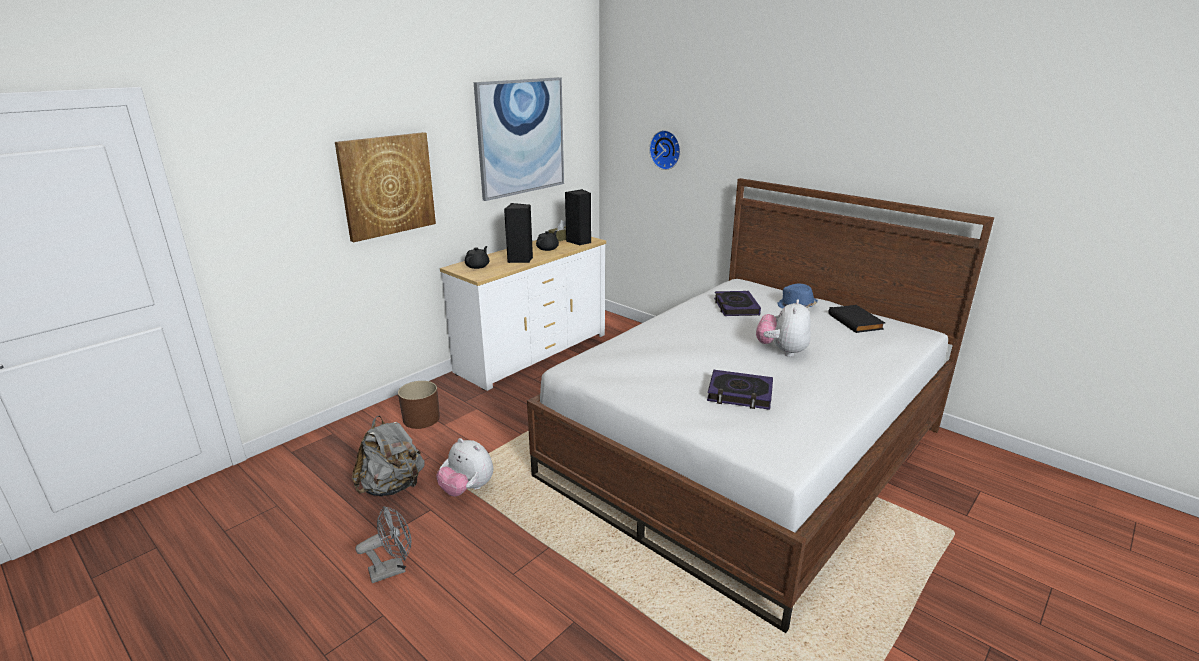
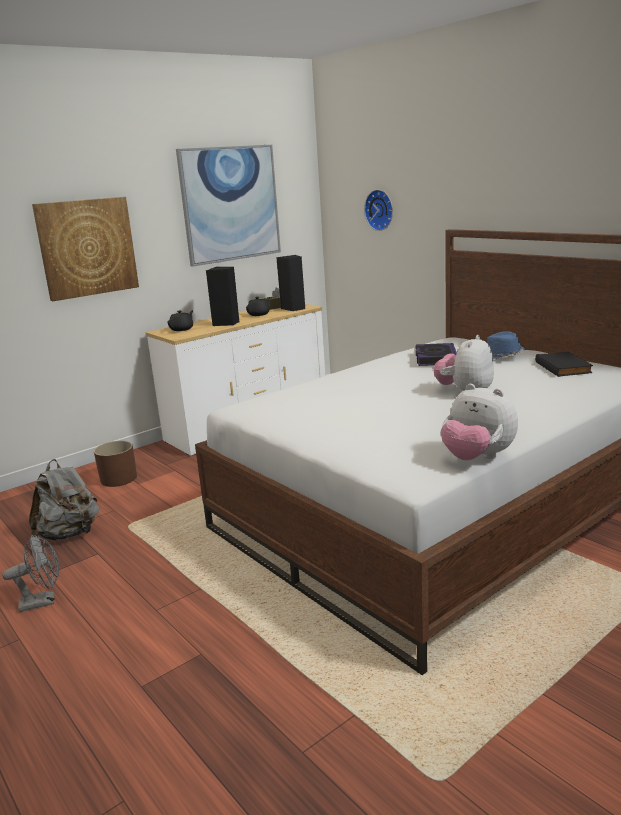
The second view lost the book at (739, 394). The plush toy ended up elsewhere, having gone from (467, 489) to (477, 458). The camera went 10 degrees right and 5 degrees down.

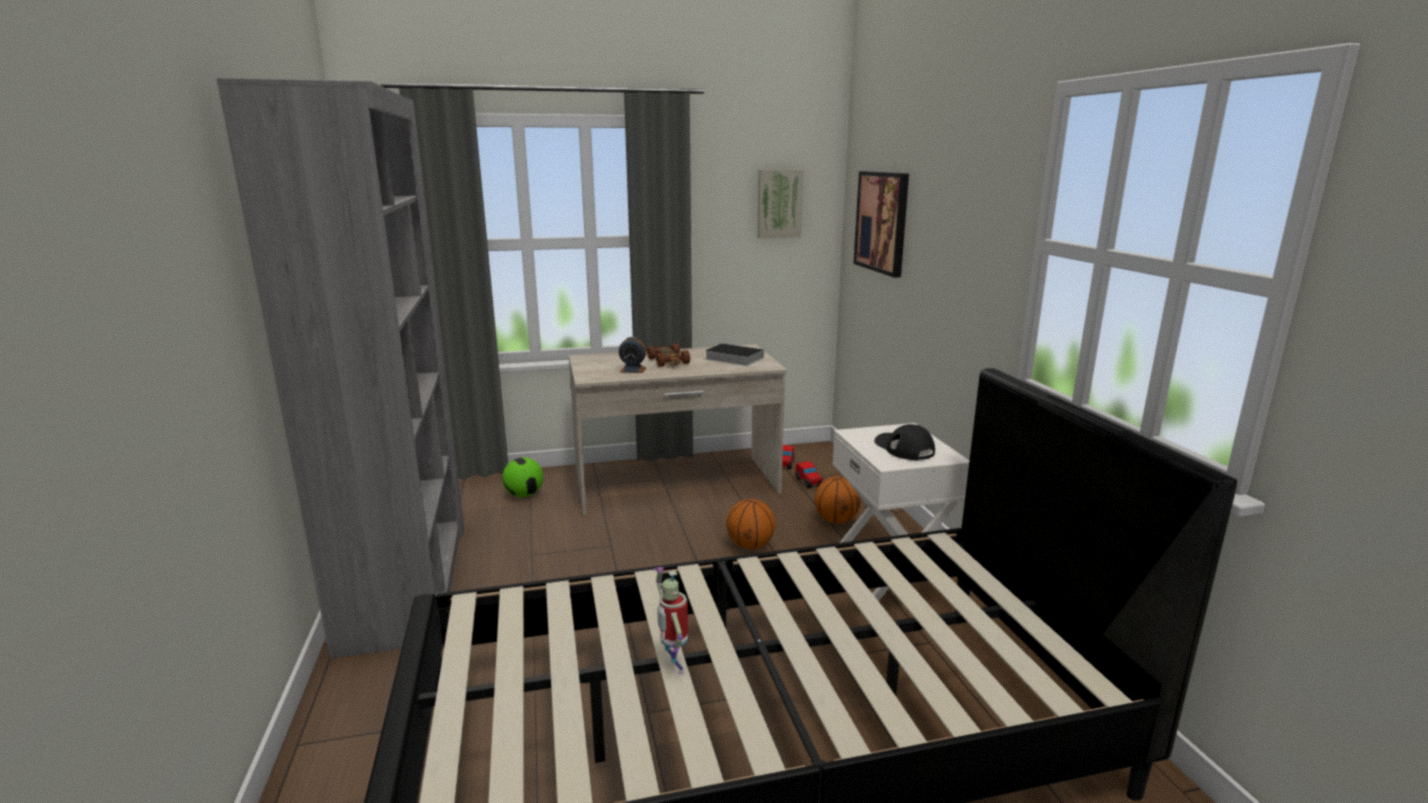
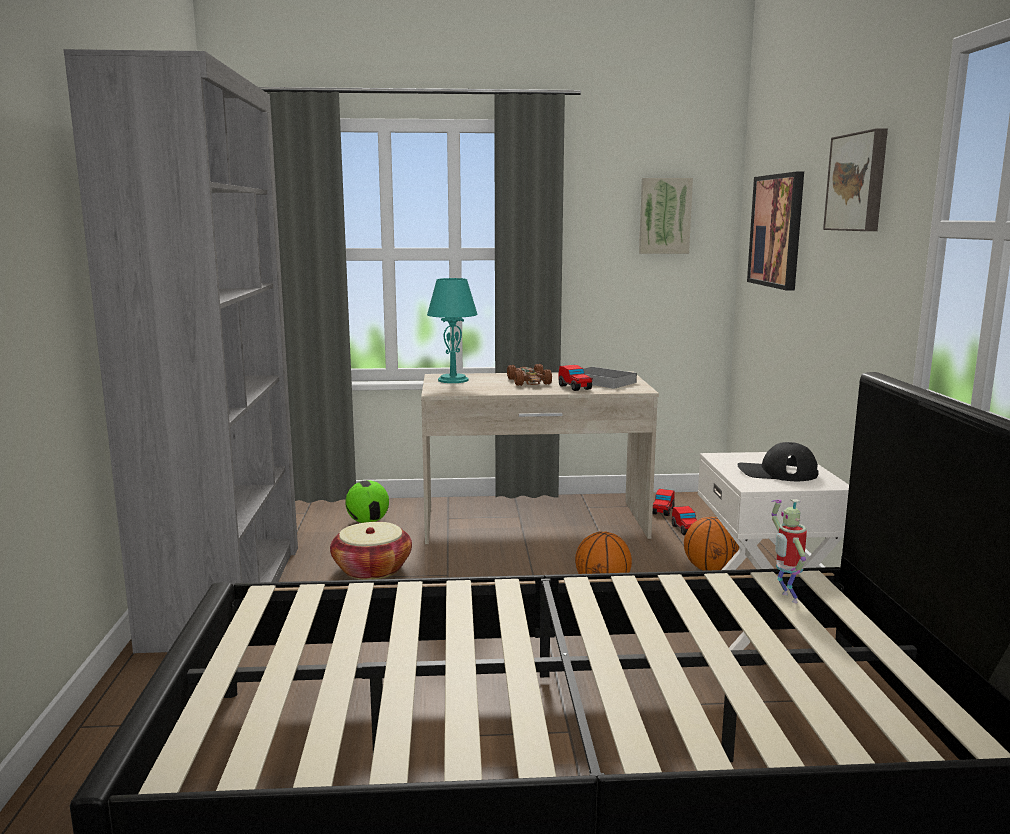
The second view lost the alarm clock at (633, 370). The black cap at (904, 448) ended up facing another way, 60 degrees counterclockwise from before. The toy robot ended up elsewhere, having gone from (673, 667) to (786, 597). The second view gained the picture at (859, 182). The second view gained the turquoise table lamp at (453, 380). The second view gained the toy car at (575, 387). The second view gained the basket at (372, 569). The camera went 10 degrees right and 5 degrees down.

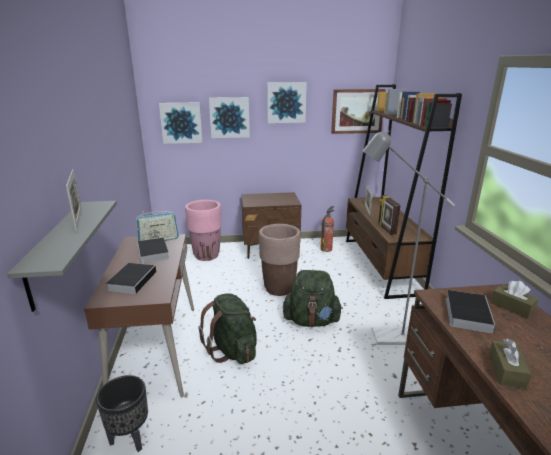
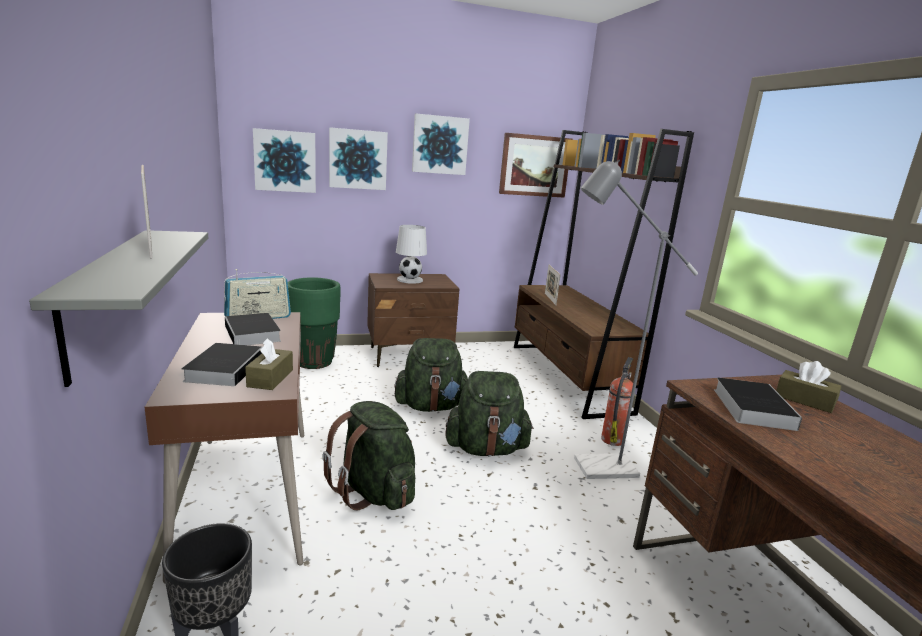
The second view lost the picture frame at (386, 229). What was the pink planter at (206, 255) turned into the green planter at (314, 362). The fire extinguisher ended up elsewhere, having gone from (326, 249) to (612, 439). Where the brown planter stood at (279, 288), the green backpack came to stand at (431, 406). The brown tissue box ended up elsewhere, having gone from (506, 371) to (270, 378). The second view gained the white table lamp at (410, 280). The camera went 10 degrees left and 5 degrees down.

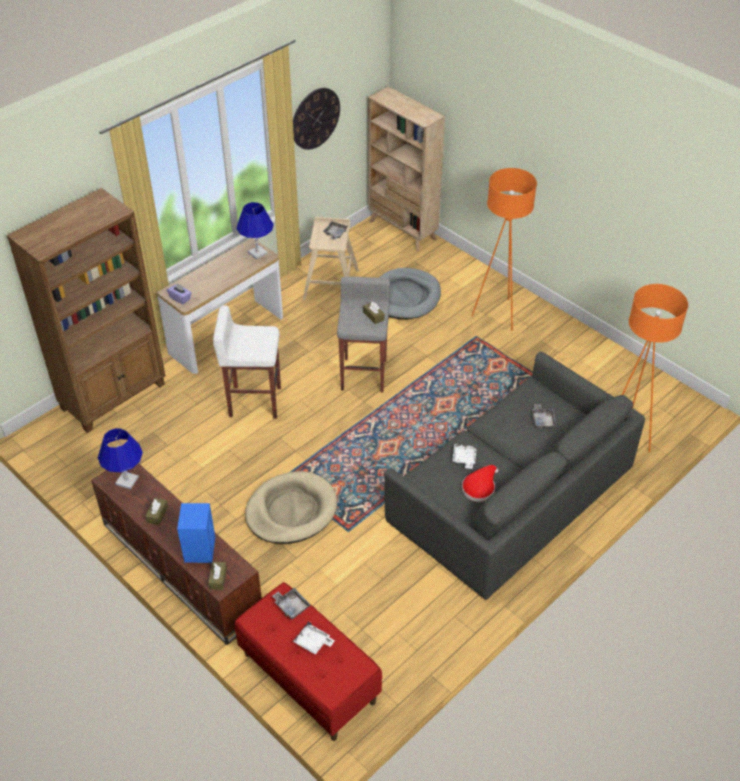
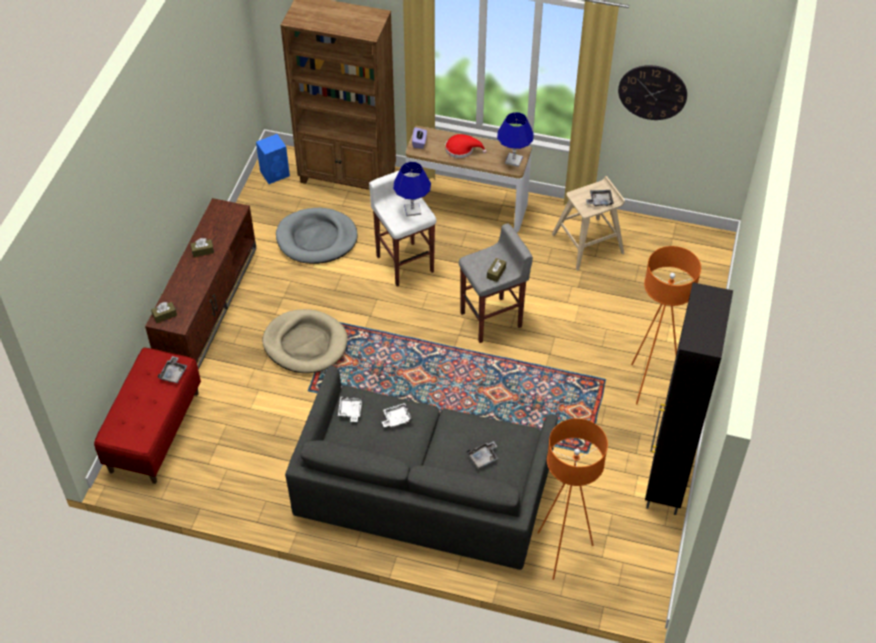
The second view lost the beige bookcase at (402, 230). The grey dog bed ended up elsewhere, having gone from (405, 297) to (317, 239). The blue table lamp ended up elsewhere, having gone from (127, 481) to (412, 210). The red hat ended up elsewhere, having gone from (479, 487) to (462, 149). The blue speaker ended up elsewhere, having gone from (200, 548) to (275, 173). The white tray ended up elsewhere, having gone from (313, 642) to (350, 411). The second view gained the black cabinet at (665, 482). The camera went 60 degrees right and 5 degrees up.

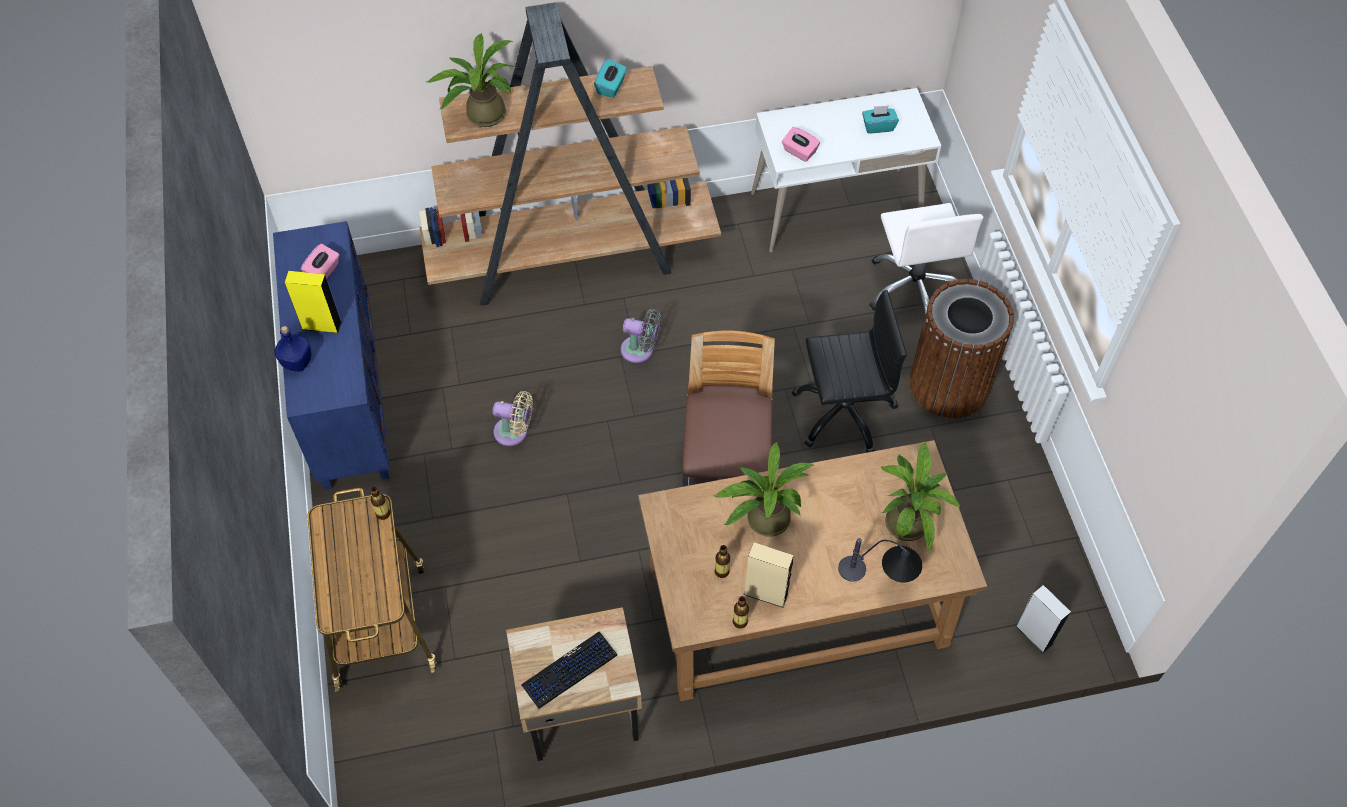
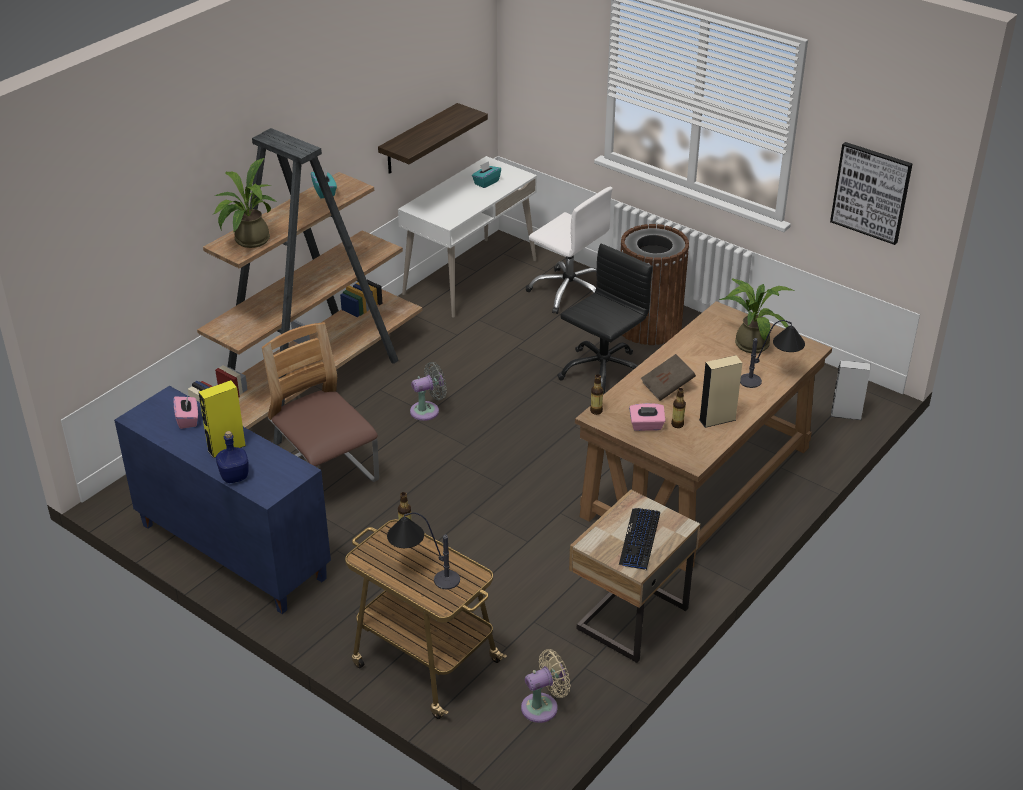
The pink tissue box ended up elsewhere, having gone from (799, 152) to (646, 426). The chair ended up elsewhere, having gone from (725, 468) to (325, 477). The beige fan ended up elsewhere, having gone from (514, 432) to (543, 706). Where the potted plant stood at (762, 518), the brown book came to stand at (667, 387). The bottle ended up elsewhere, having gone from (740, 622) to (596, 411). The second view gained the shelf at (419, 139). The second view gained the picture at (871, 192). The second view gained the table lamp at (422, 573). The camera went 40 degrees left and 20 degrees down.

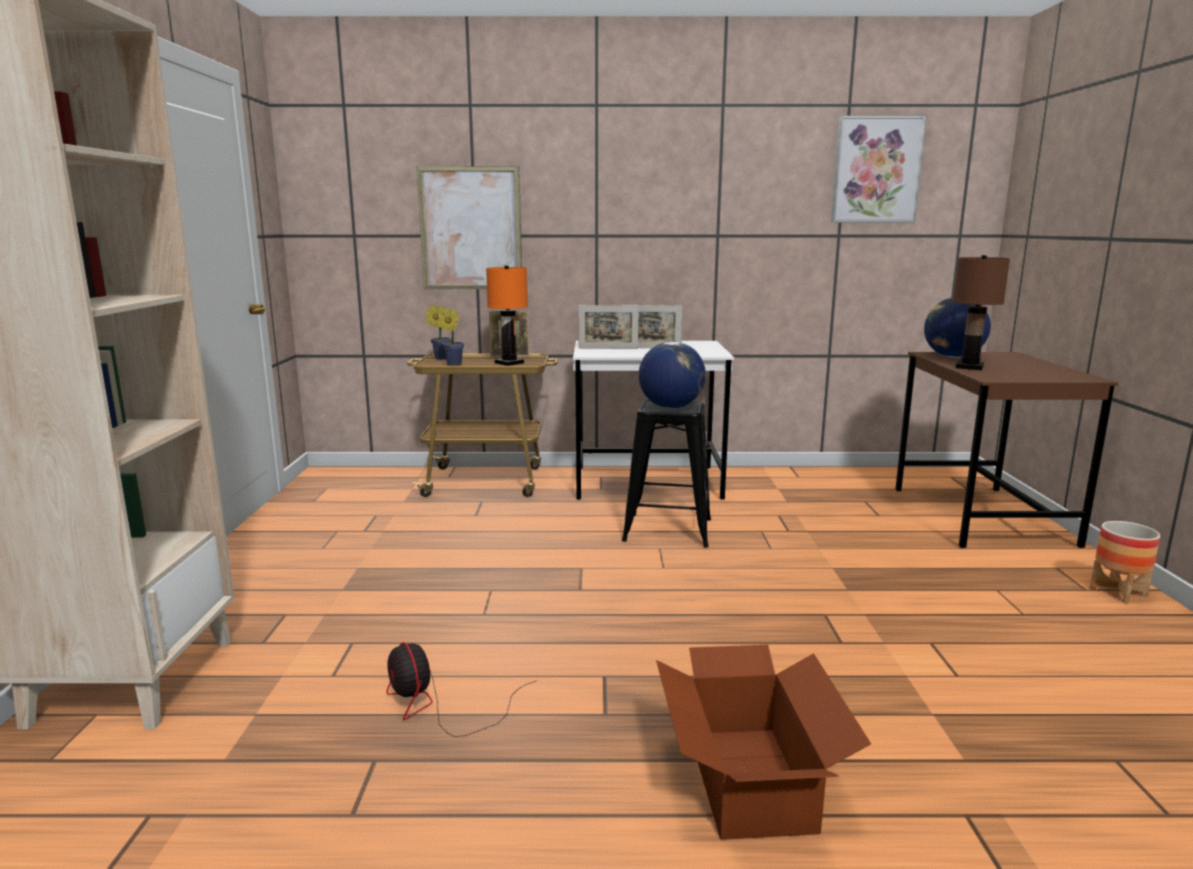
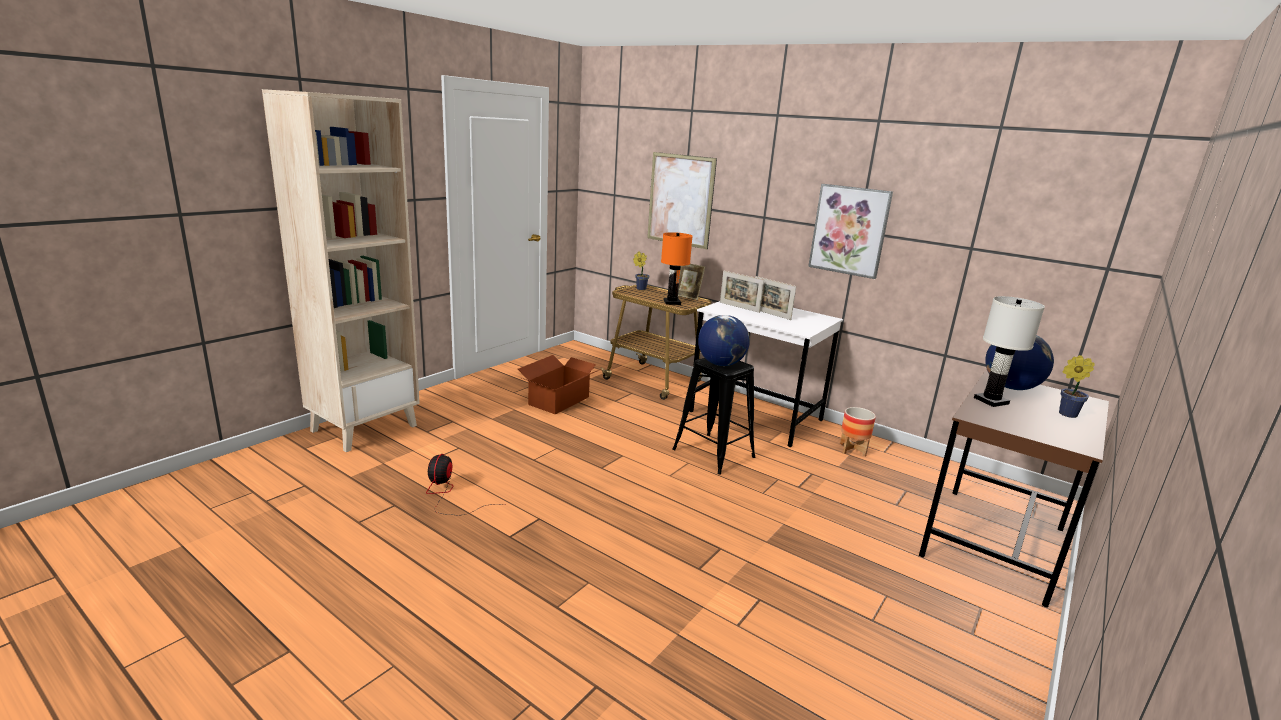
The picture ended up elsewhere, having gone from (876, 170) to (849, 230). What was the brown table lamp at (969, 367) turned into the white table lamp at (991, 400). The potted plant ended up elsewhere, having gone from (452, 364) to (1065, 414). The planter ended up elsewhere, having gone from (1118, 592) to (852, 450). The cardboard box ended up elsewhere, having gone from (747, 781) to (558, 401). The camera went 35 degrees right and 5 degrees up.

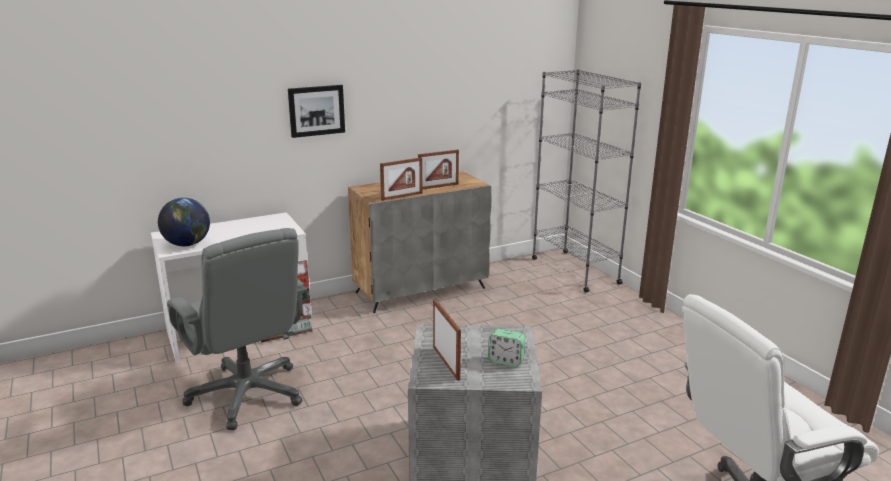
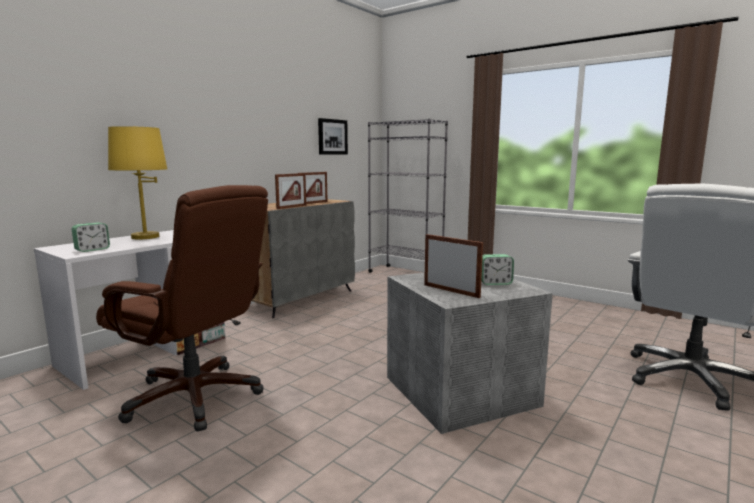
The picture ended up elsewhere, having gone from (316, 110) to (332, 137). Where the globe stood at (187, 244), the alarm clock came to stand at (92, 249). What was the grey office chair at (247, 394) turned into the brown office chair at (195, 397). The second view gained the yellow table lamp at (145, 237). The camera went 25 degrees left and 10 degrees down.

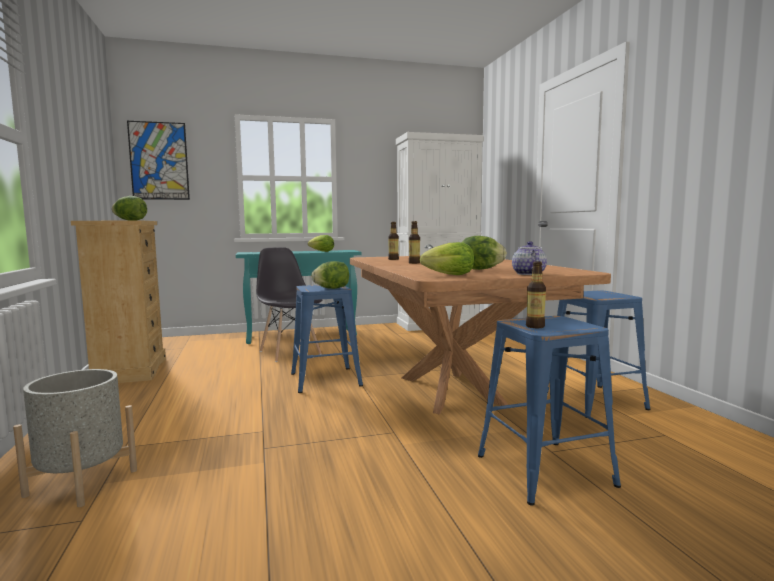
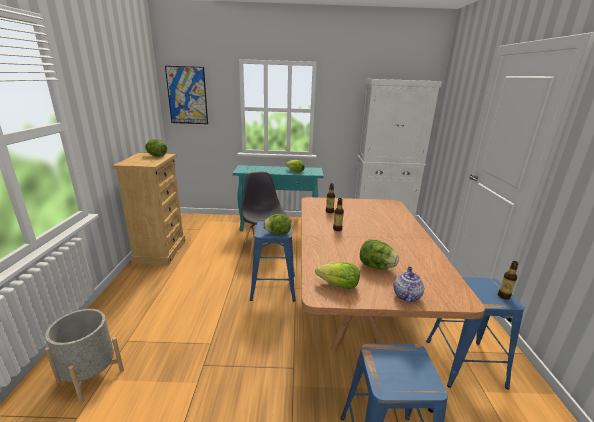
The bottle ended up elsewhere, having gone from (535, 326) to (503, 296). The camera went 15 degrees right and 15 degrees up.

